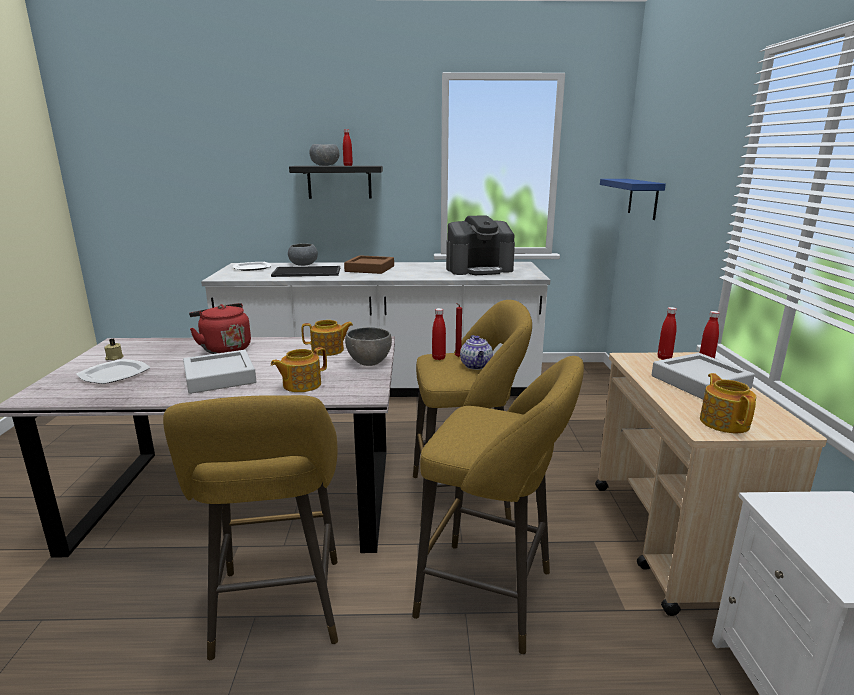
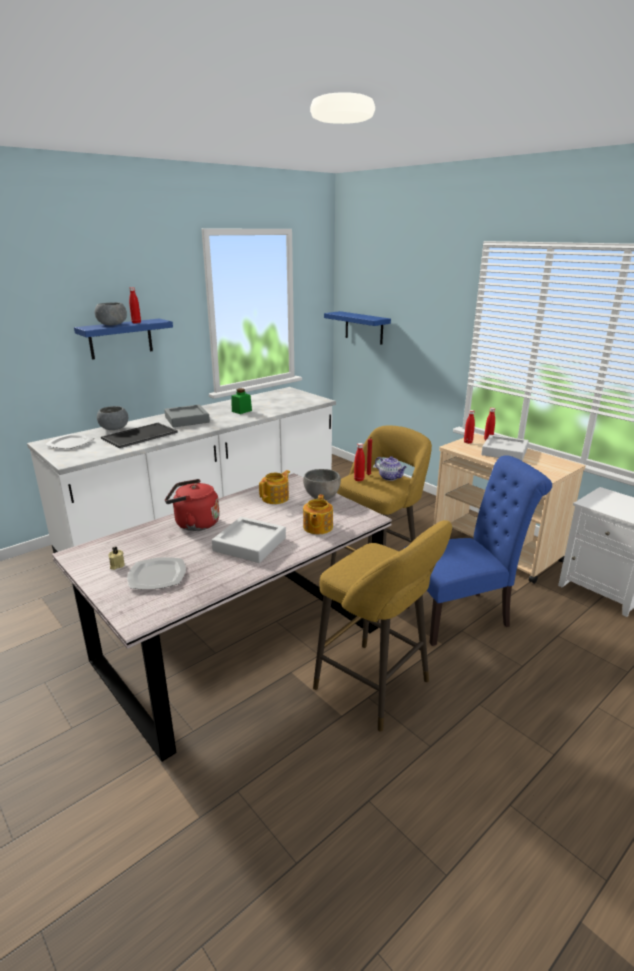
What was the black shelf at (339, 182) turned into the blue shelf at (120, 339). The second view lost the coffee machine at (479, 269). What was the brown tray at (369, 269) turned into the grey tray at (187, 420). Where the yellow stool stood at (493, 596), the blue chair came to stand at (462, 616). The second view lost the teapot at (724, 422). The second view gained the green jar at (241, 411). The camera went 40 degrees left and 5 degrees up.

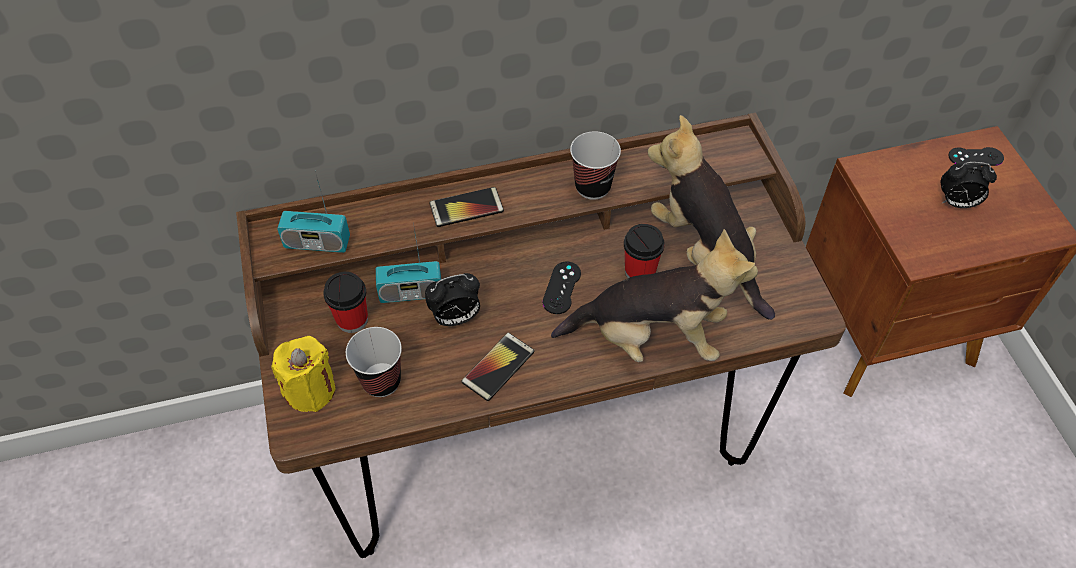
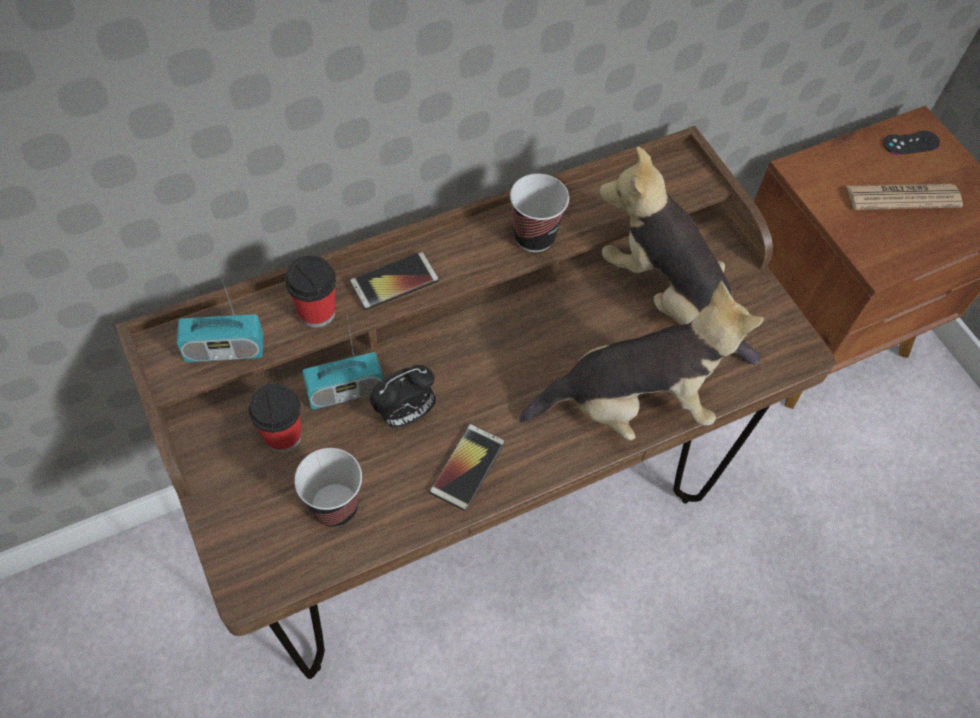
Where the alarm clock stood at (956, 203), the newspaper came to stand at (903, 197). The cup ended up elsewhere, having gone from (640, 272) to (317, 312). The second view lost the black game controller at (562, 288). The second view lost the yellow candle at (310, 390). The camera went 15 degrees left and 5 degrees up.

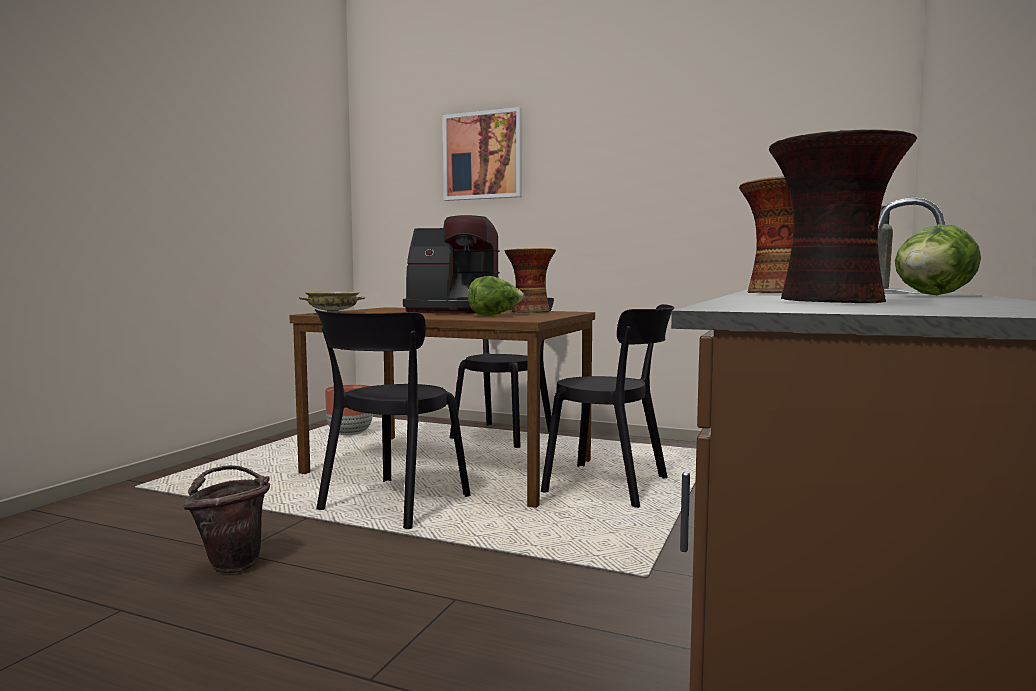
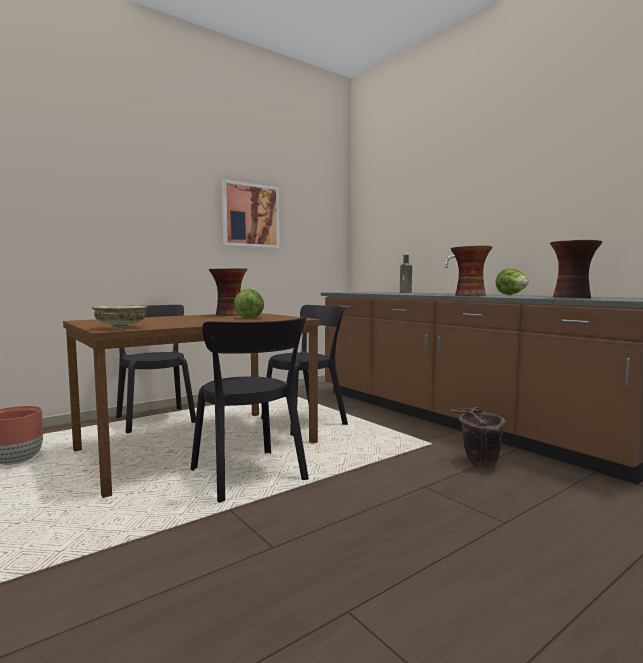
The picture ended up elsewhere, having gone from (483, 156) to (250, 215). The second view lost the coffee machine at (452, 311). The brown bucket ended up elsewhere, having gone from (233, 563) to (477, 463). The camera went 60 degrees left and 0 degrees up.

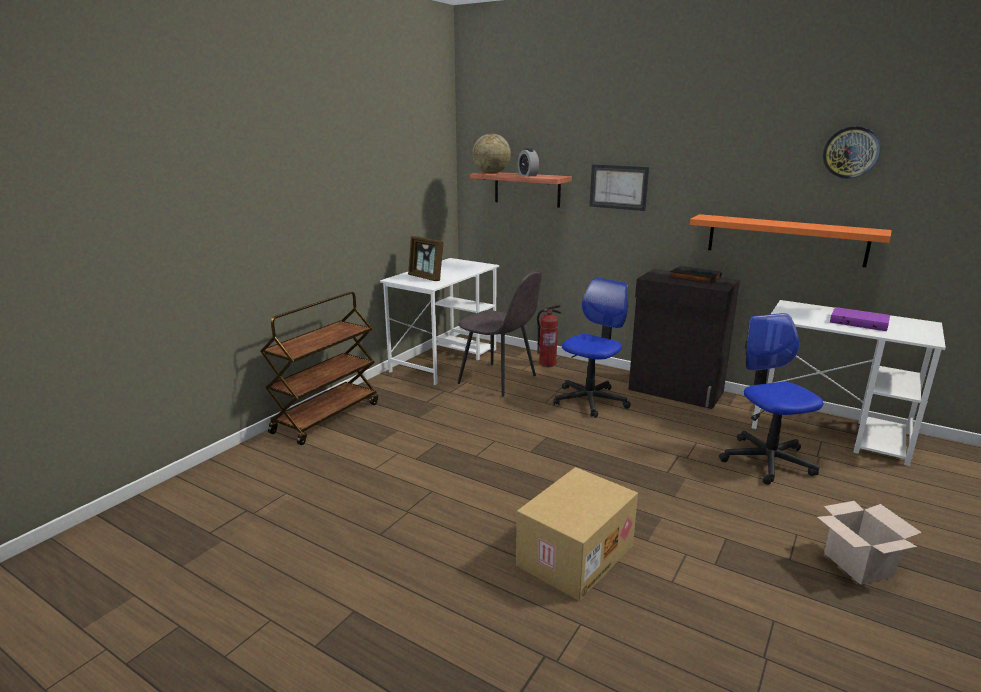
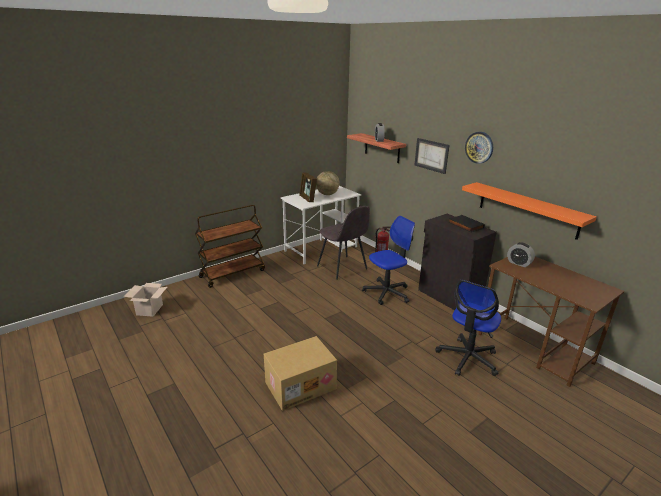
The wall clock ended up elsewhere, having gone from (851, 152) to (479, 147). The globe ended up elsewhere, having gone from (491, 173) to (327, 194). What was the white desk at (831, 431) turned into the brown desk at (534, 349). The second view lost the purple book at (859, 322). The office chair at (767, 460) ended up facing another way, 150 degrees counterclockwise from before. The cardboard box ended up elsewhere, having gone from (856, 564) to (149, 309). The second view gained the alarm clock at (518, 263). The camera went 20 degrees right and 5 degrees up.

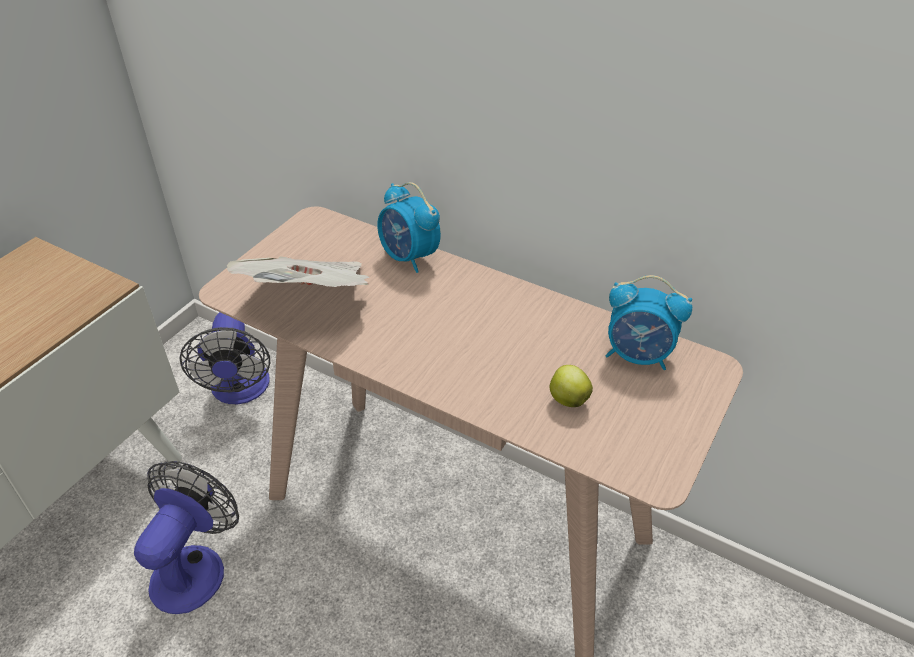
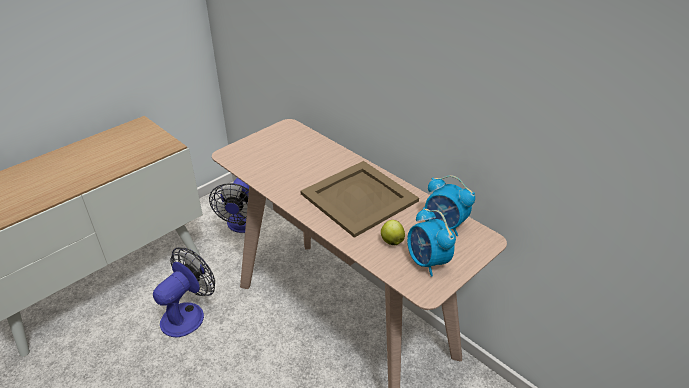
The alarm clock ended up elsewhere, having gone from (409, 257) to (427, 262). The second view lost the newspaper at (311, 299). The second view gained the beige tray at (359, 197). The camera went 15 degrees right and 5 degrees down.

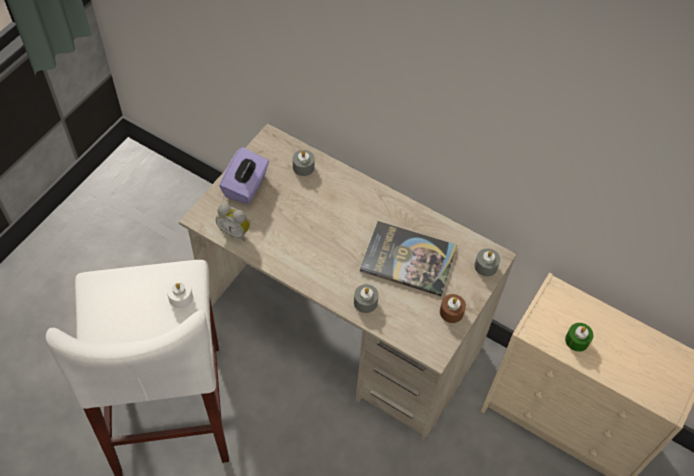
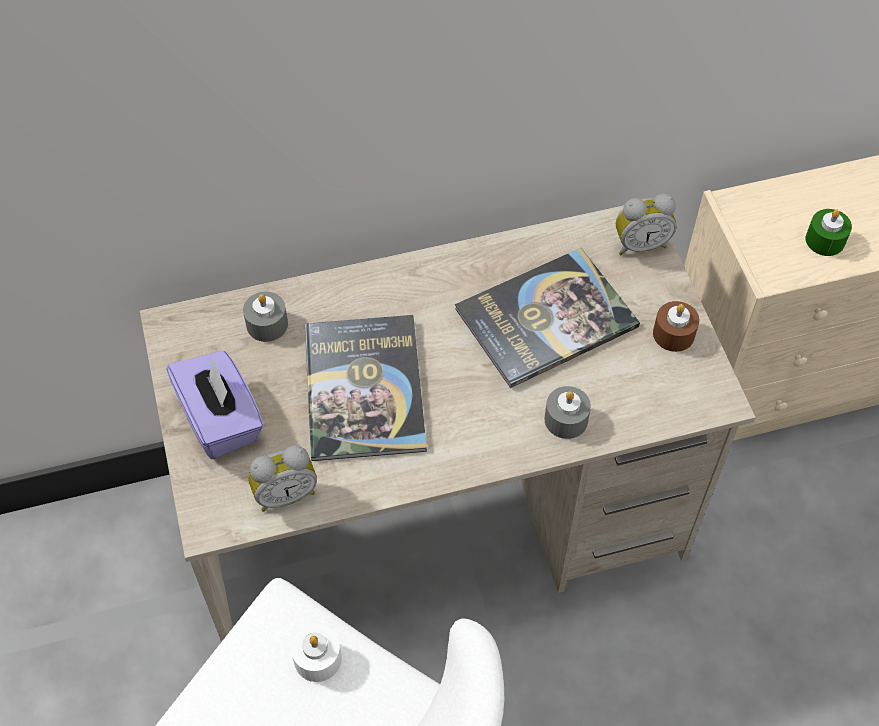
Where the grey candle stood at (486, 266), the alarm clock came to stand at (640, 244). The second view gained the book at (364, 388). The camera went 45 degrees left and 0 degrees up.

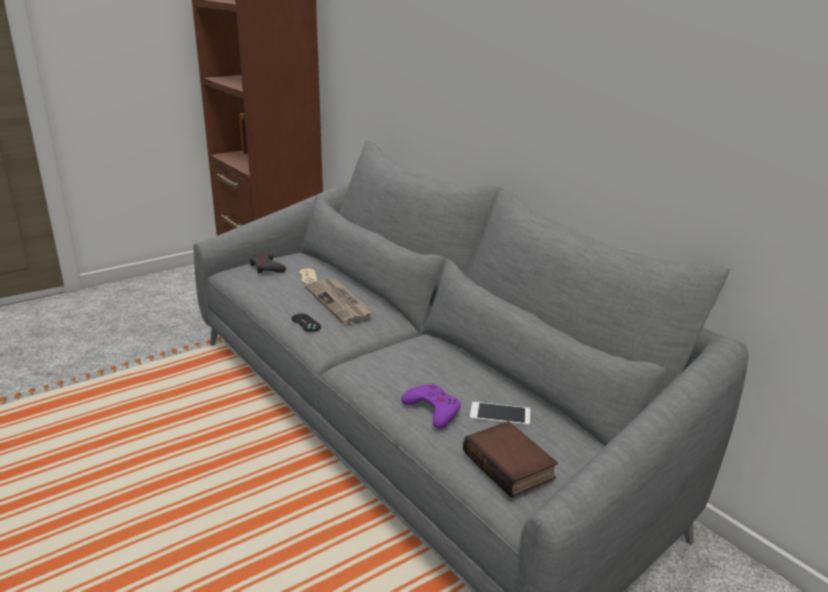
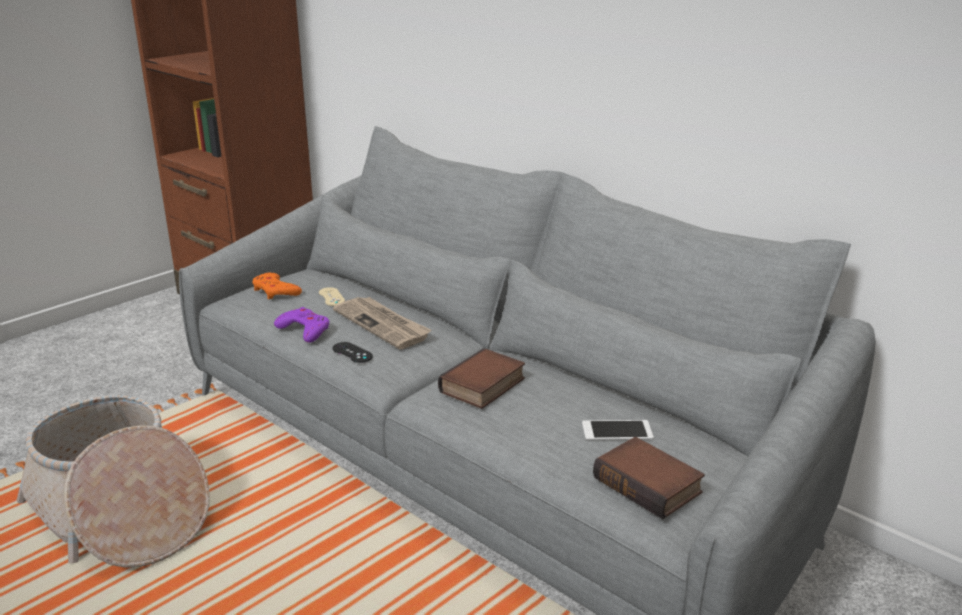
What was the grey game controller at (266, 267) turned into the orange game controller at (275, 291). The purple game controller ended up elsewhere, having gone from (433, 410) to (304, 330). The second view gained the book at (483, 386). The second view gained the basket at (120, 513). The camera went 10 degrees left and 0 degrees up.

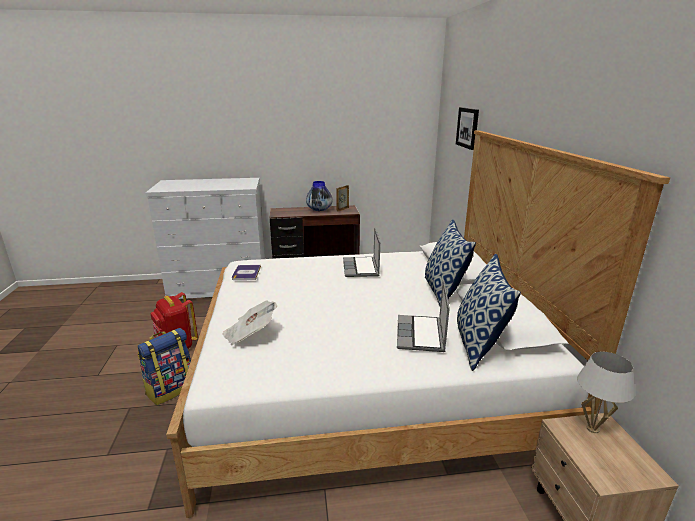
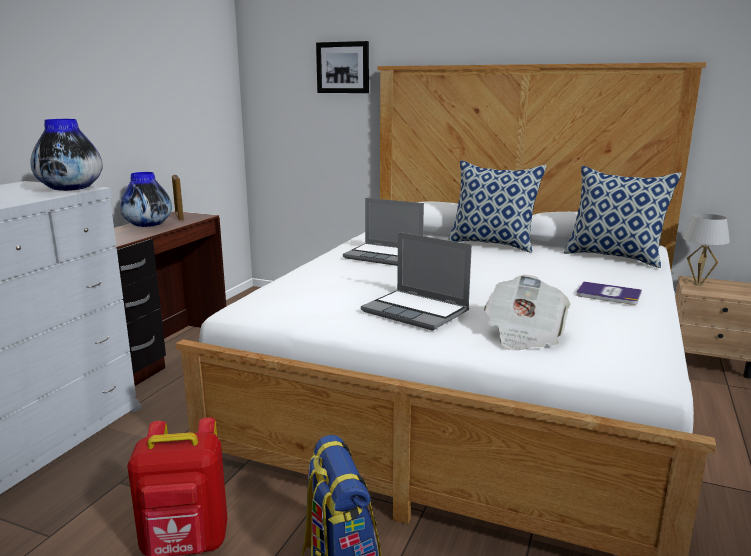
The book ended up elsewhere, having gone from (246, 273) to (608, 294). The laptop ended up elsewhere, having gone from (421, 335) to (417, 311). The second view gained the vase at (70, 189). The camera went 60 degrees left and 5 degrees down.

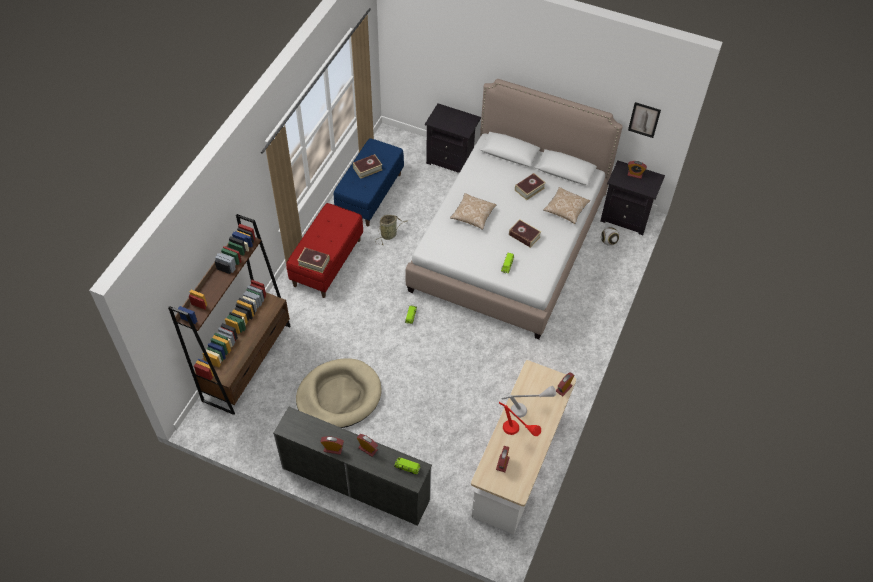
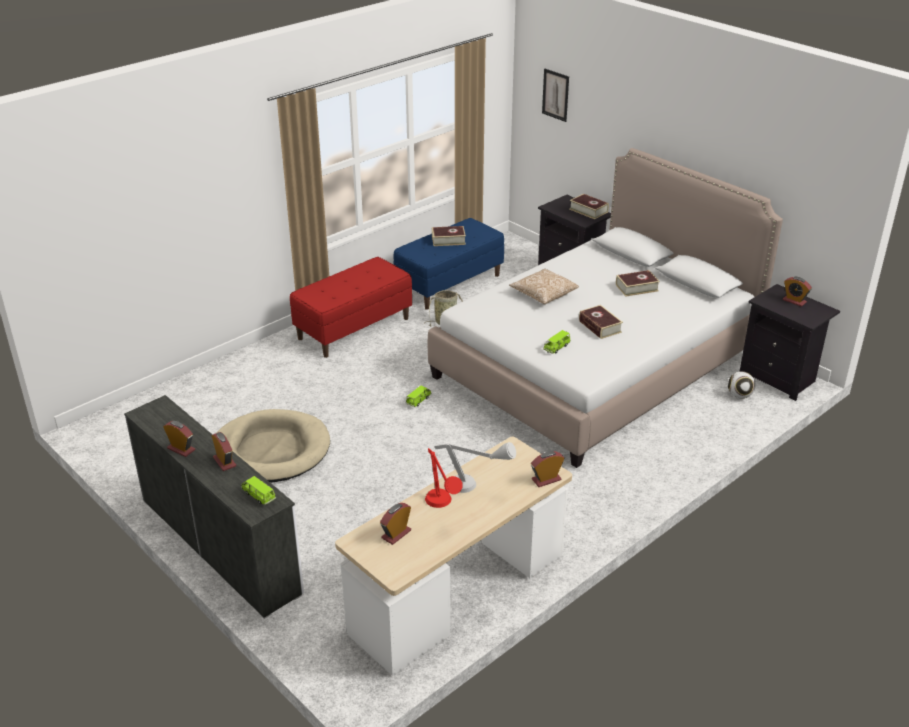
The picture ended up elsewhere, having gone from (644, 120) to (555, 95). The second view lost the pillow at (565, 210). The second view lost the brown bookcase at (247, 362). The book ended up elsewhere, having gone from (314, 262) to (588, 210). The camera went 25 degrees right and 20 degrees down.

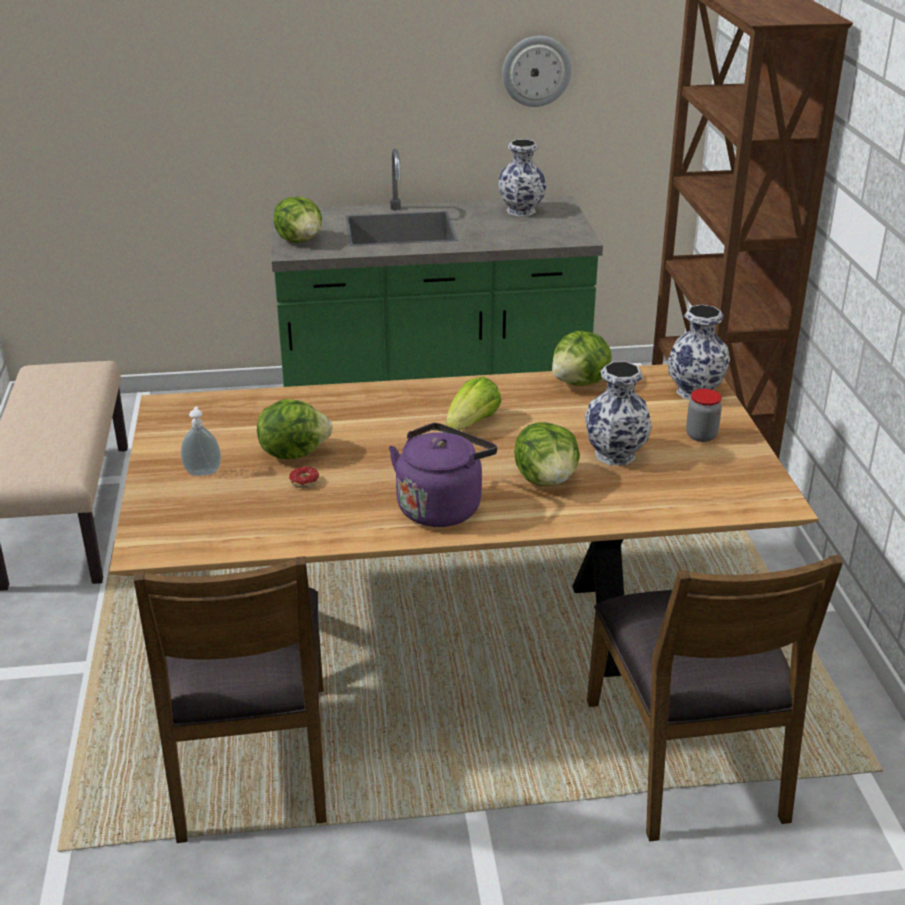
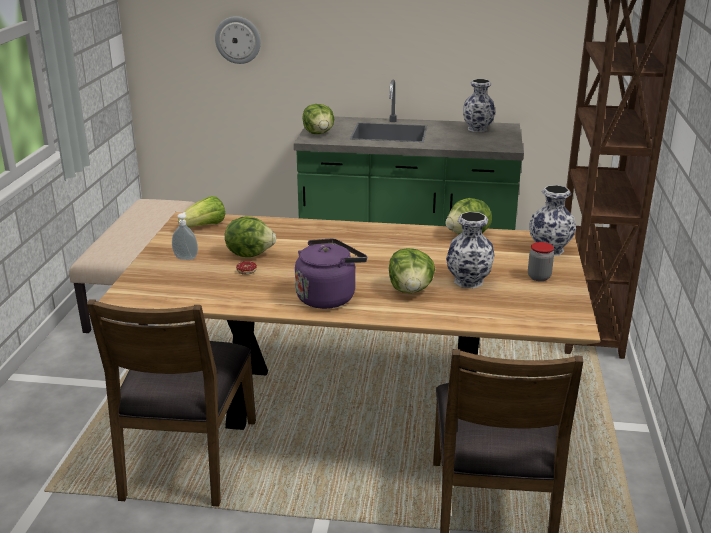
The wall clock ended up elsewhere, having gone from (536, 71) to (238, 40). The lettuce ended up elsewhere, having gone from (472, 424) to (205, 227). The camera went 15 degrees right and 5 degrees down.

